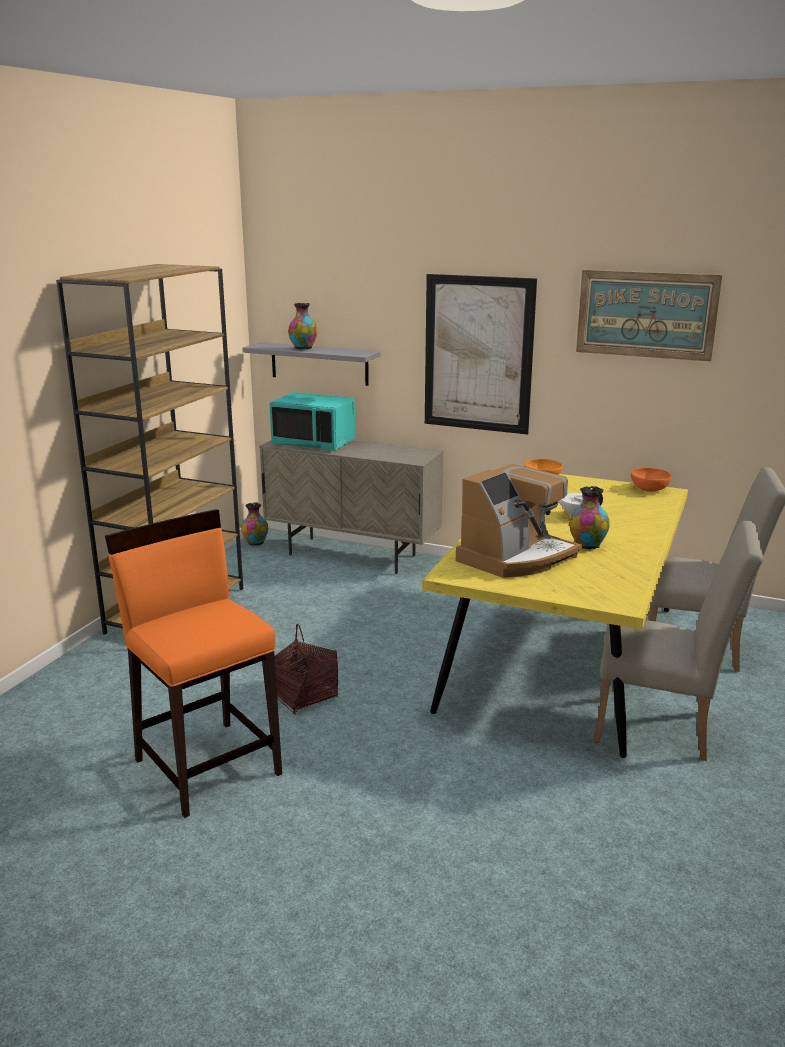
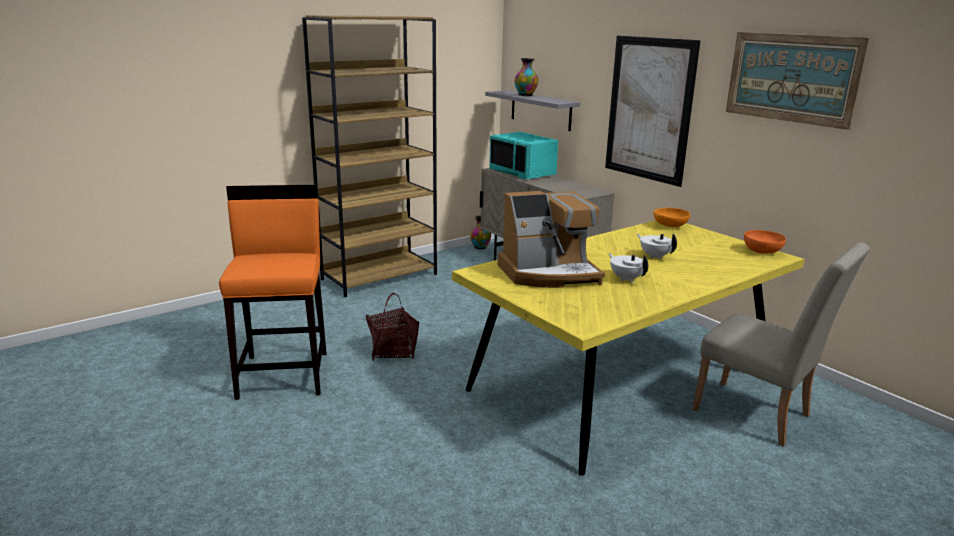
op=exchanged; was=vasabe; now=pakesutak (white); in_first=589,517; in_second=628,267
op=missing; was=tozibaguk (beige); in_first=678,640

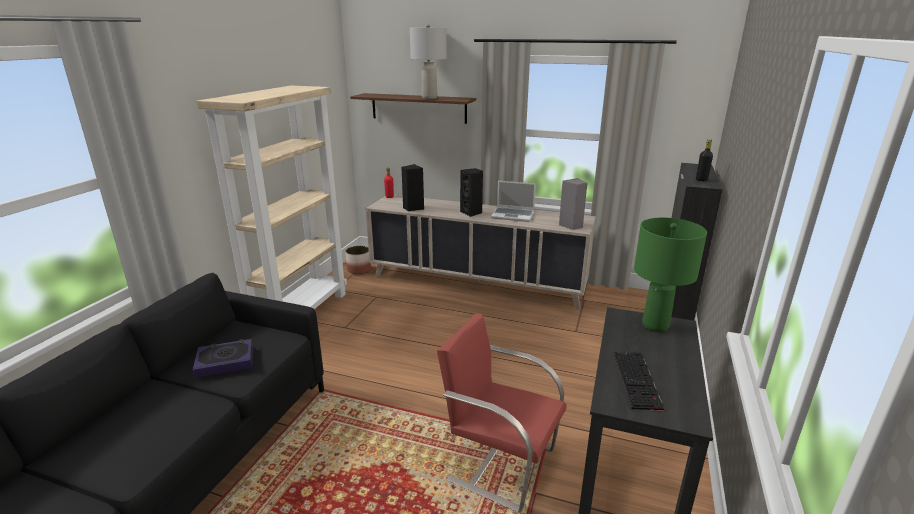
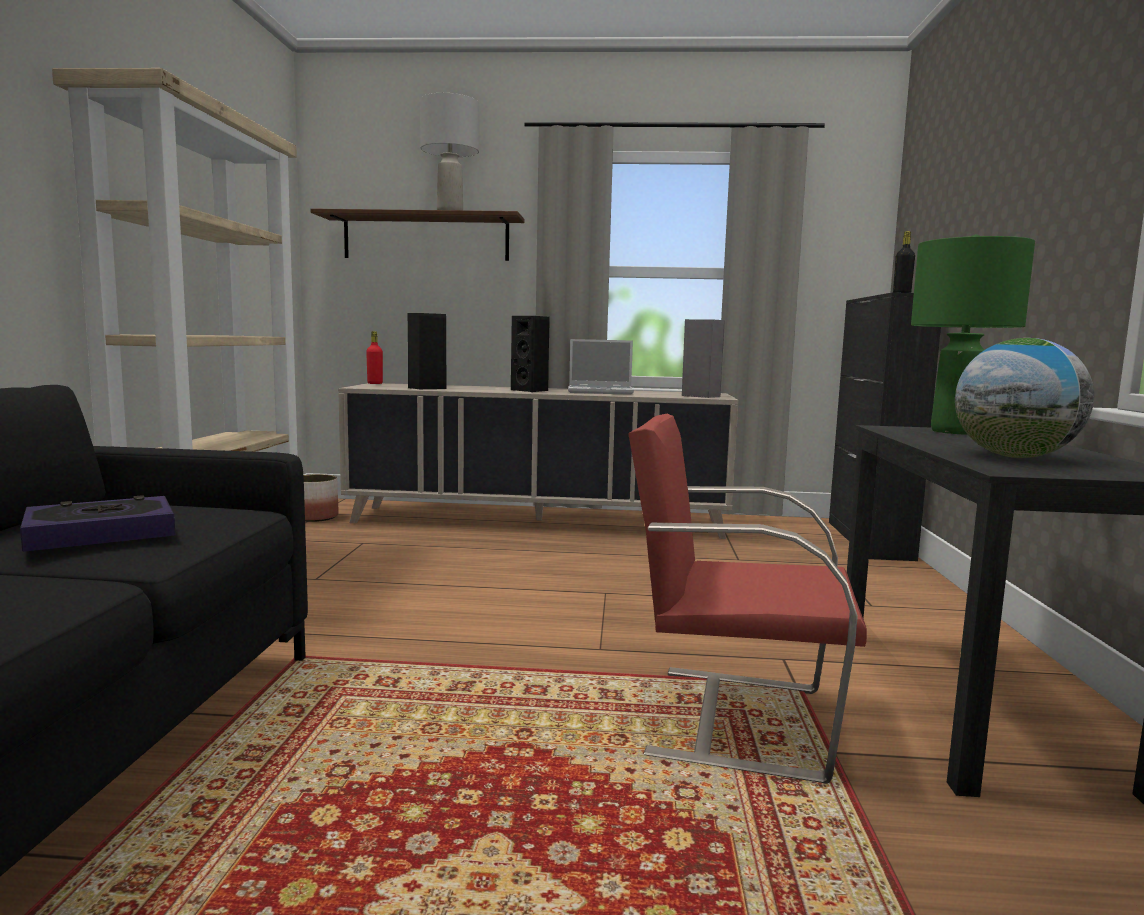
op=exchanged; was=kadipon; now=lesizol; in_first=638,381; in_second=1024,398

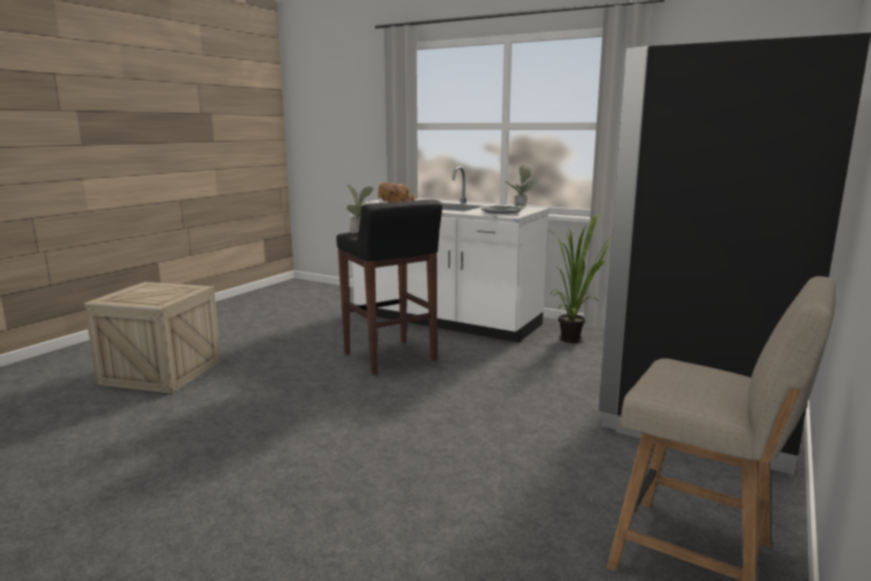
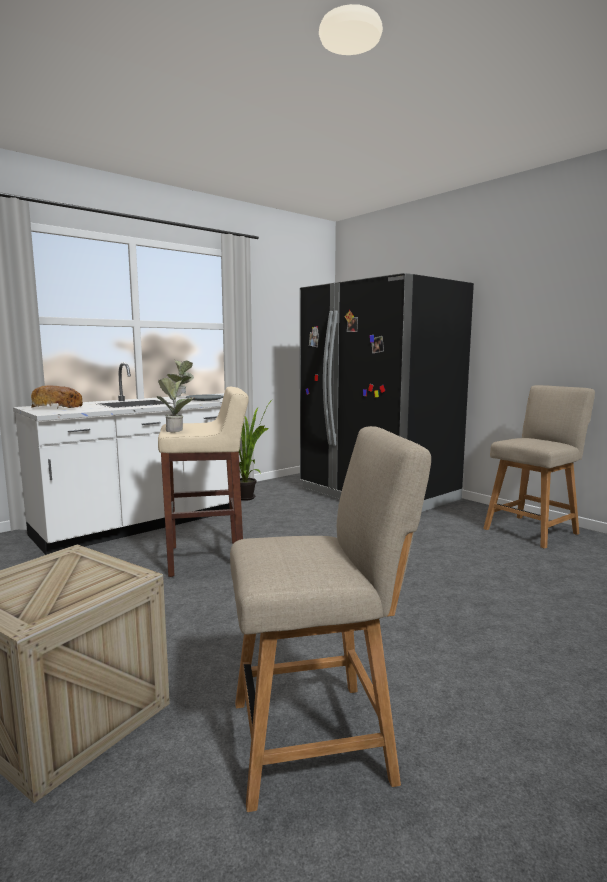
op=colour; was=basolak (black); now=basolak (beige); in_first=390,287; in_second=203,482
op=appeared; now=tozibaguk (beige); in_second=330,619

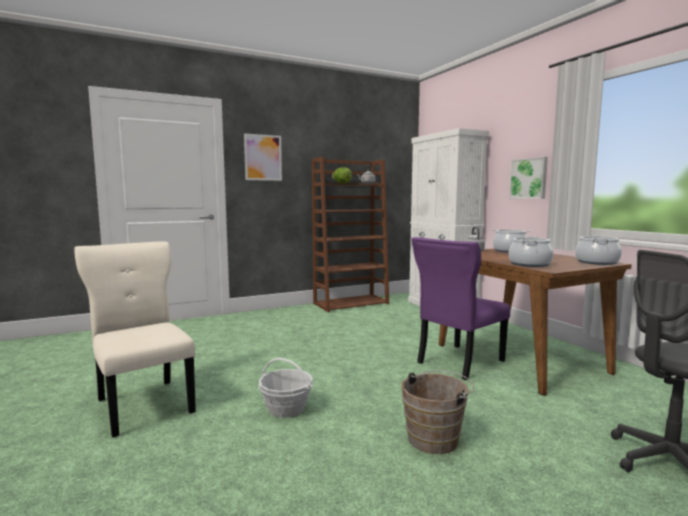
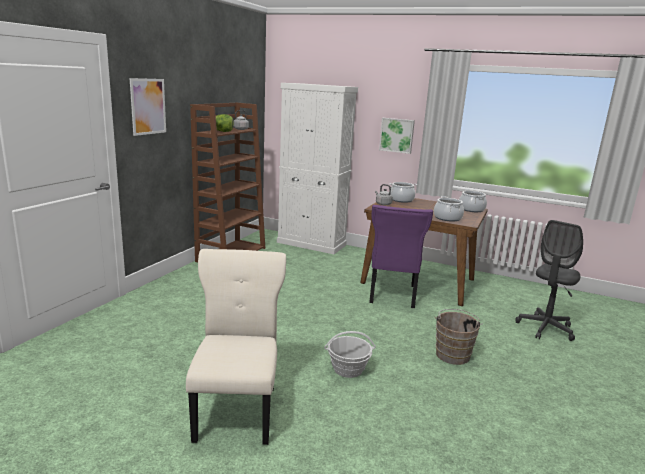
op=spun; was=tozibaguk (beige); in_first=135,340; in_second=236,347; clockwise=75

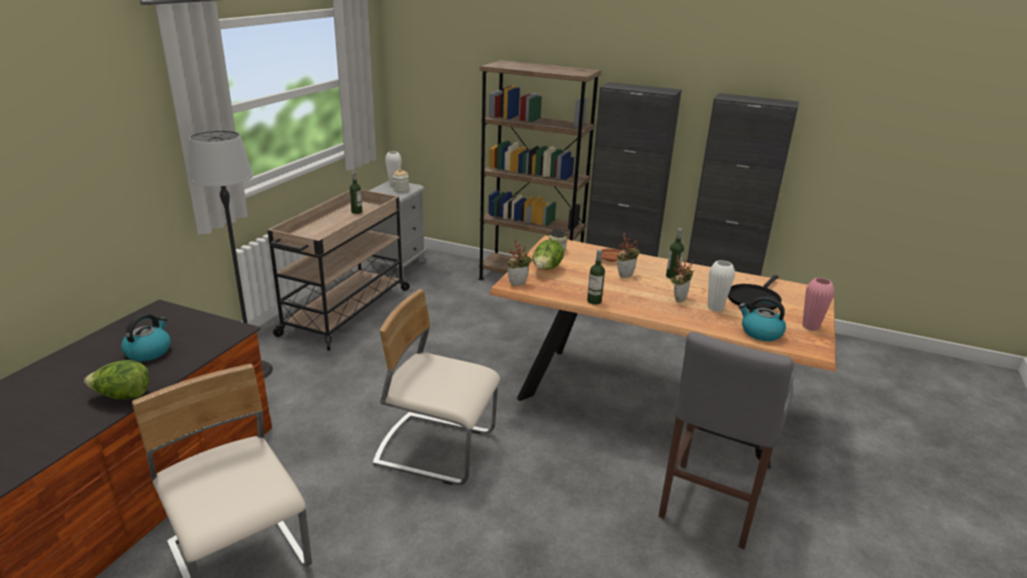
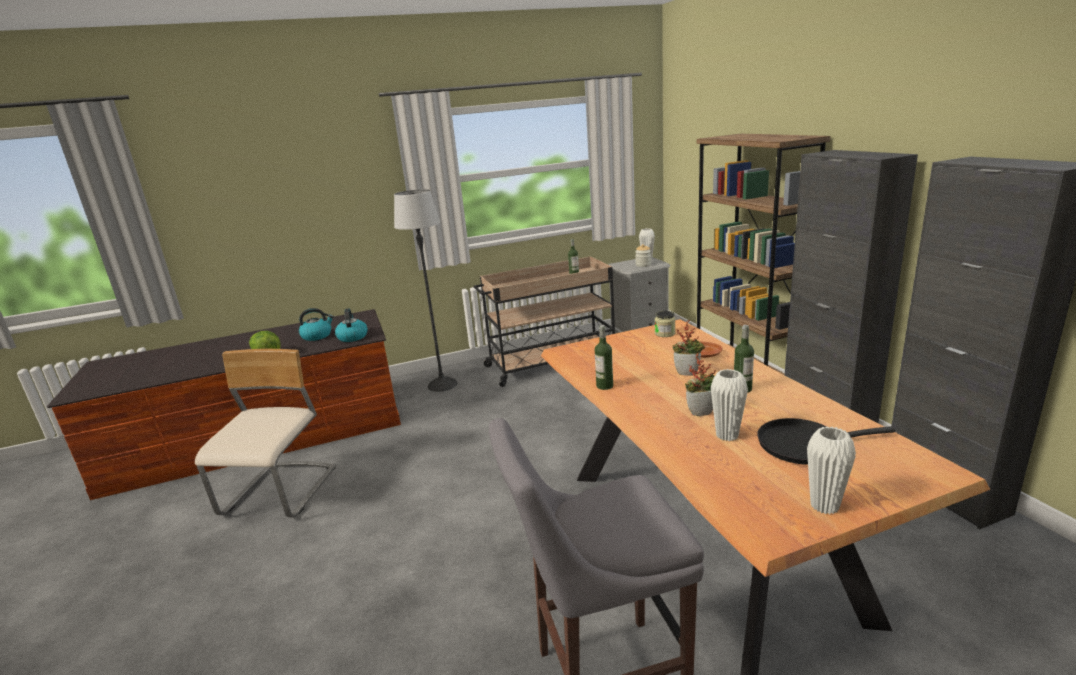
op=missing; was=tozibaguk (beige); in_first=436,387
op=missing; was=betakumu; in_first=519,262
op=missing; was=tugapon; in_first=548,254
op=relocated; was=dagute; in_first=762,318; in_second=351,325
op=colour; was=vasabe (pink); now=vasabe (white); in_first=818,304; in_second=831,470

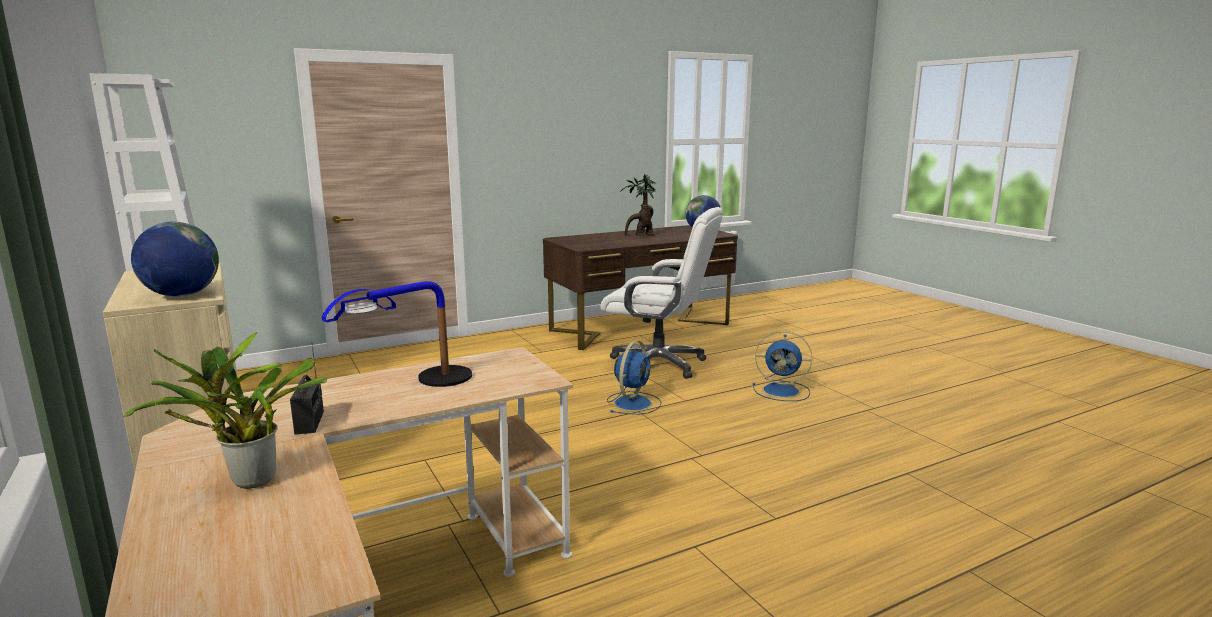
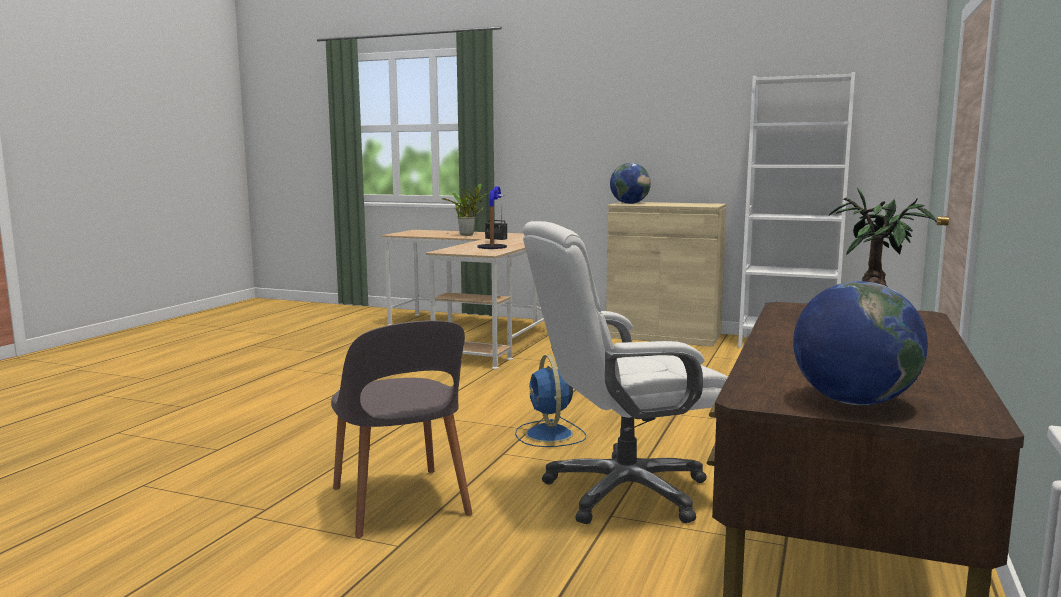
op=exchanged; was=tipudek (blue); now=tozibaguk (grey); in_first=782,366; in_second=401,429

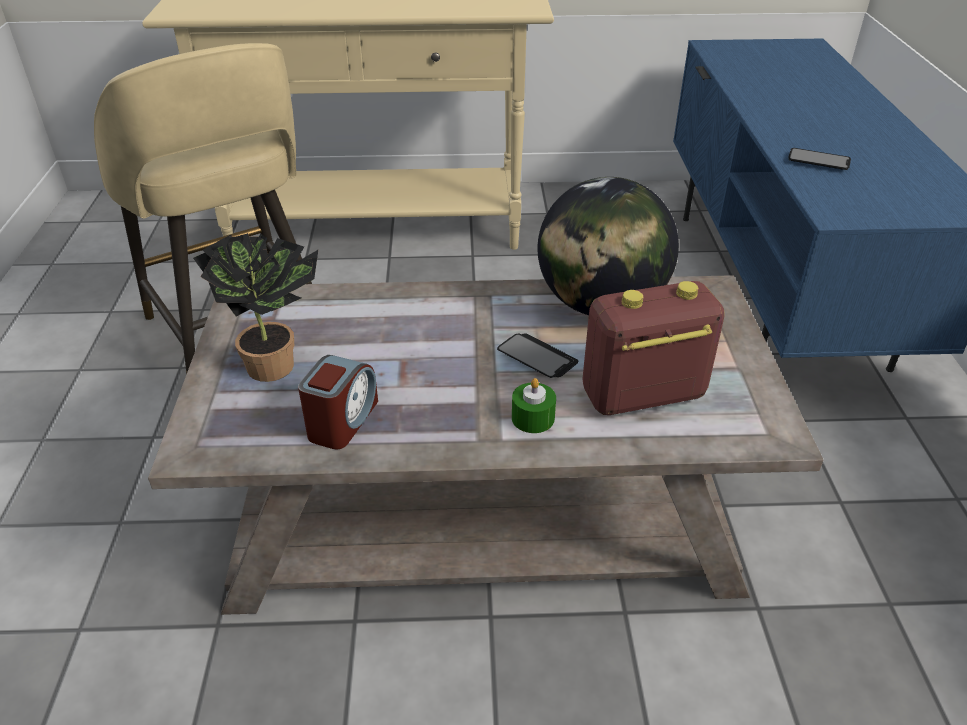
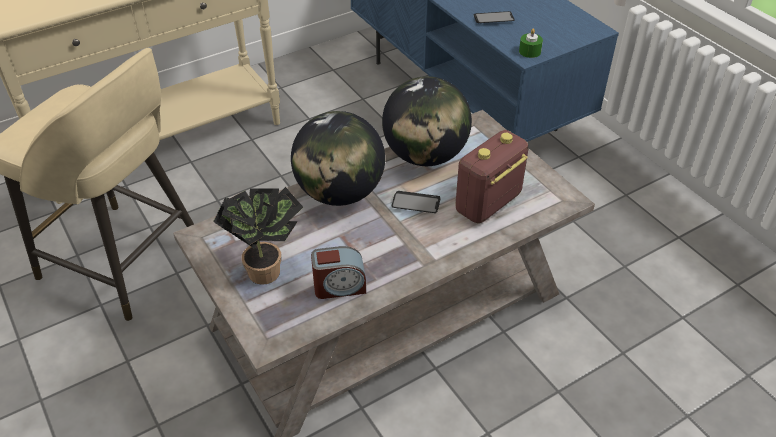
op=spun; was=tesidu; in_first=338,402; in_second=338,272; clockwise=90
op=relocated; was=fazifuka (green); in_first=534,405; in_second=531,43
op=appeared; now=lesizol; in_second=338,158

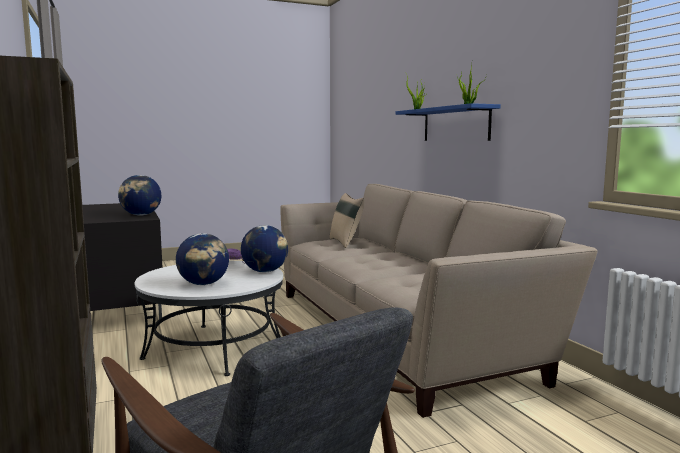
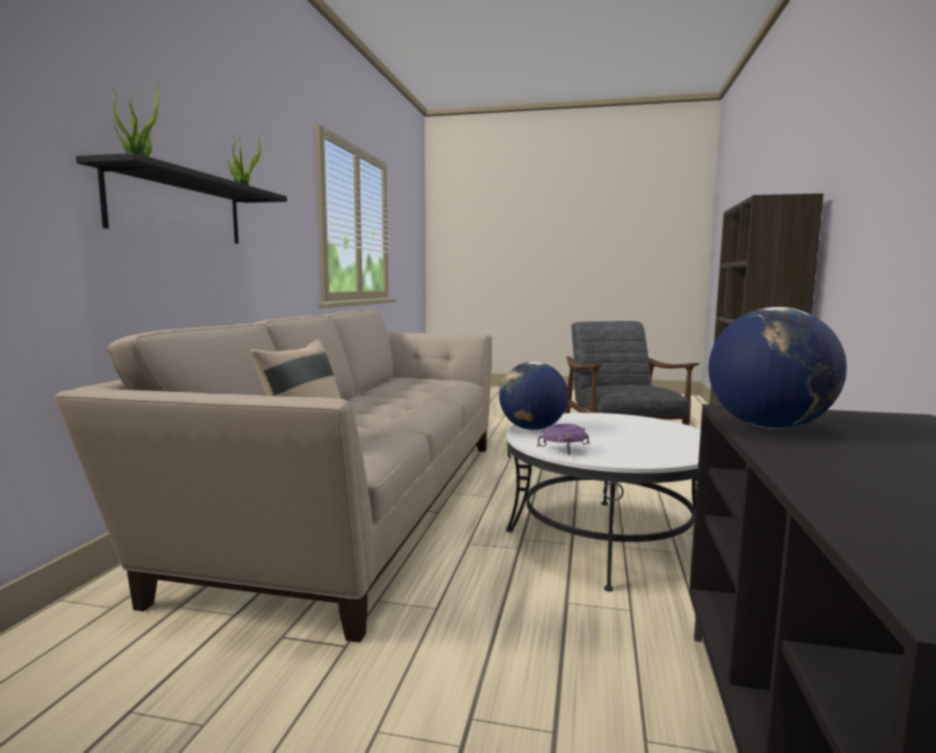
op=missing; was=lesizol; in_first=202,259
op=colour; was=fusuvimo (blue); now=fusuvimo (black); in_first=448,122; in_second=181,198

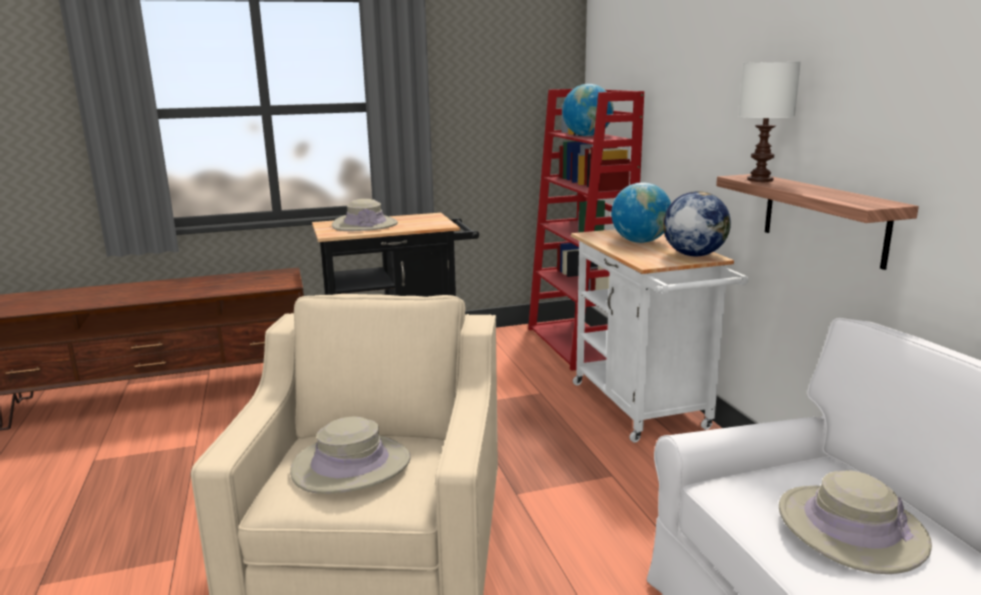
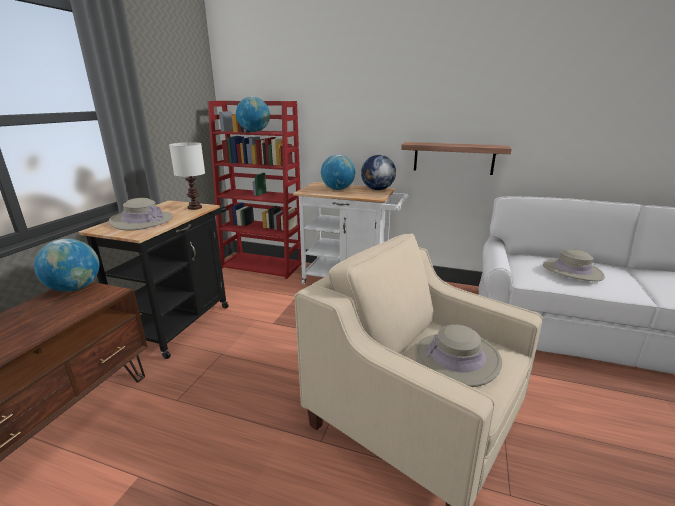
op=relocated; was=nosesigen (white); in_first=770,122; in_second=187,176
op=appeared; now=lesizol; in_second=66,265

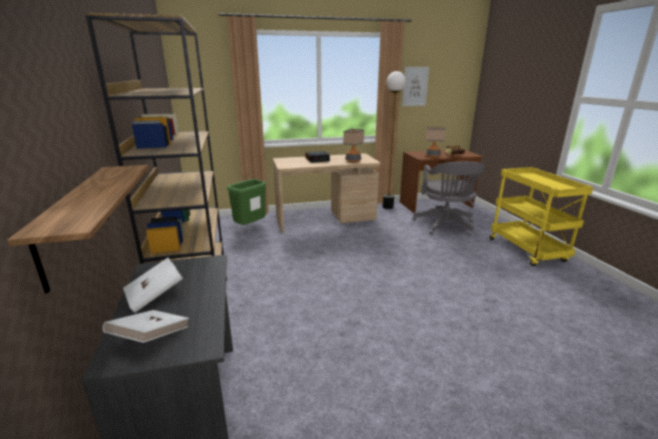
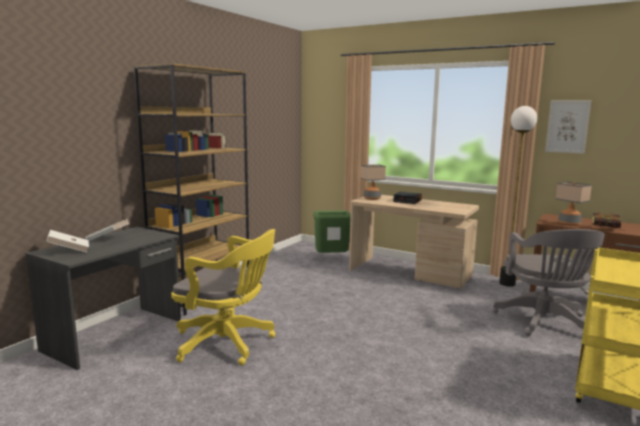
op=missing; was=fusuvimo; in_first=78,229
op=relocated; was=nosesigen; in_first=353,146; in_second=373,182
op=spun; was=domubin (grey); in_first=448,198; in_second=548,282; clockwise=-45
op=appeared; now=domubin (yellow); in_second=223,297

